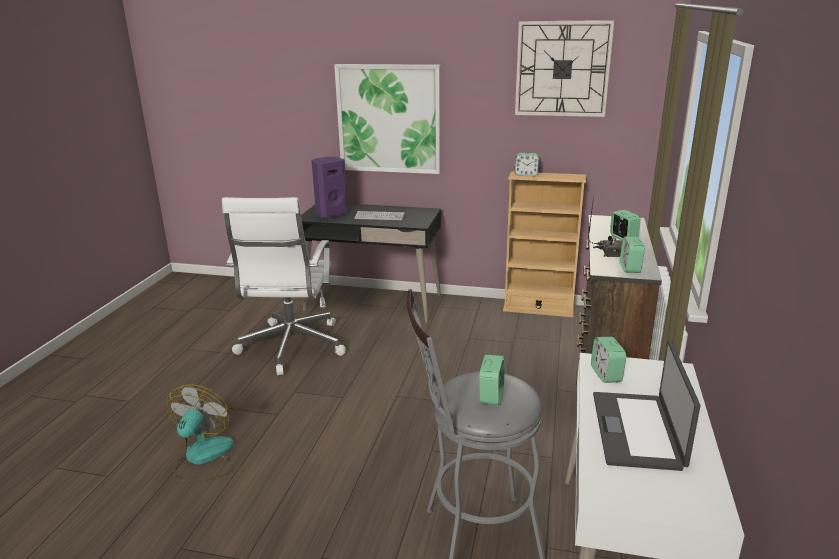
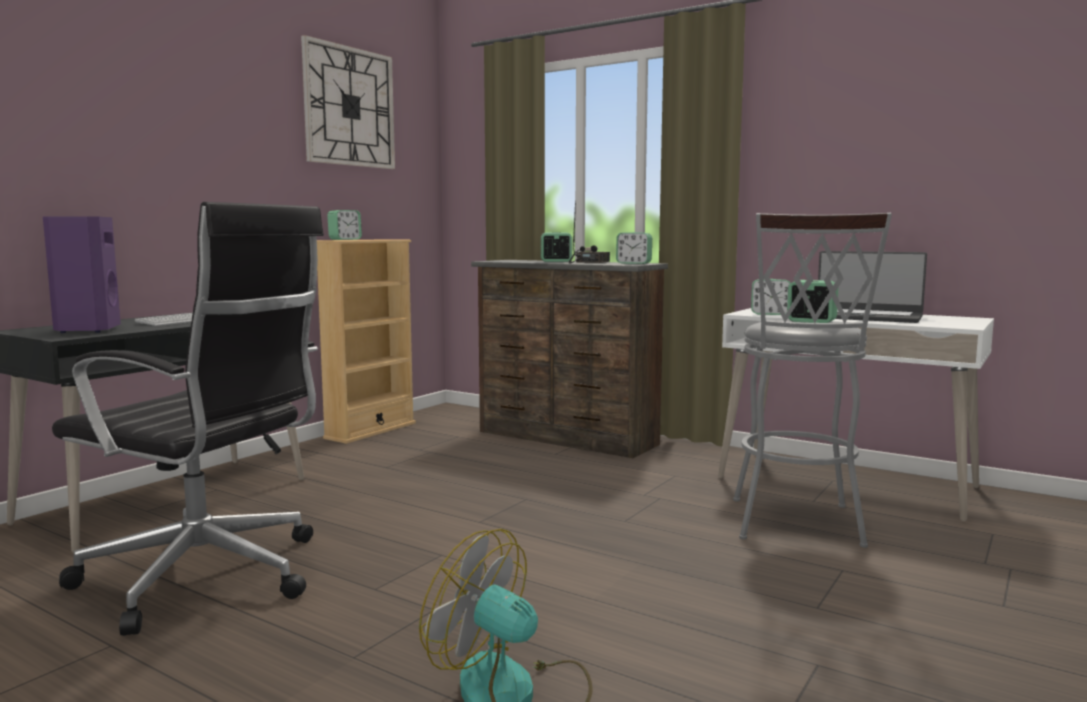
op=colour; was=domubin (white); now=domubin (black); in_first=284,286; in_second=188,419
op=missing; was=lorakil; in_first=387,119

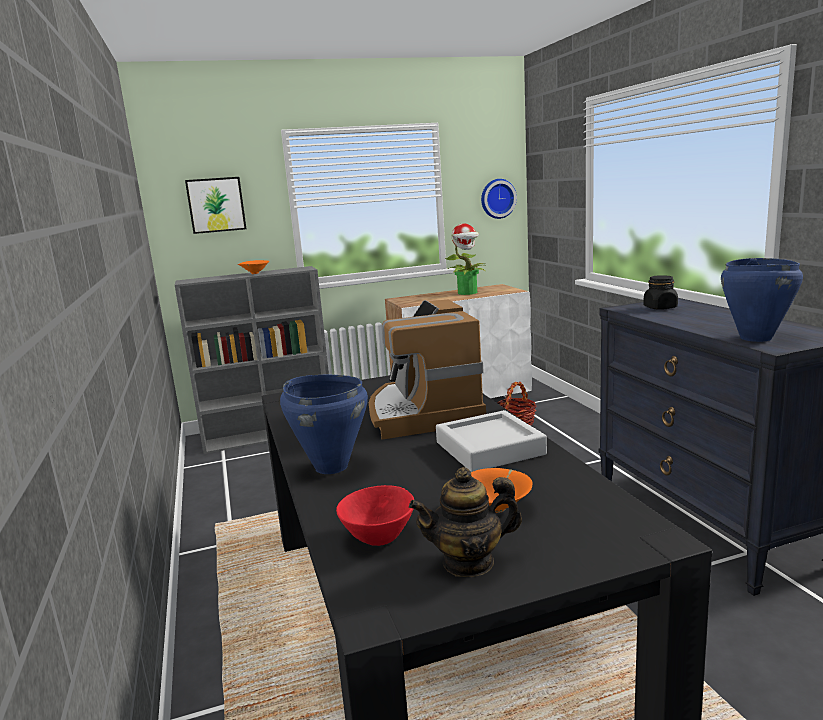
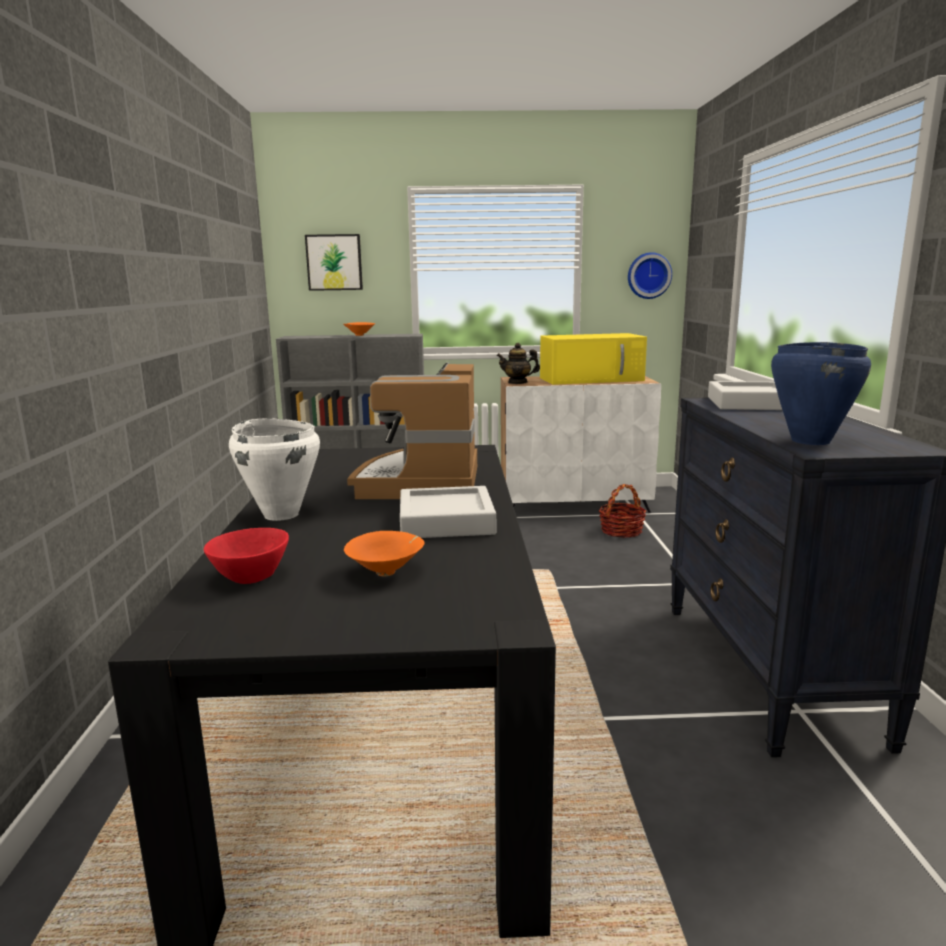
op=colour; was=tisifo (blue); now=tisifo (white); in_first=324,424; in_second=274,470
op=relocated; was=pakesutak; in_first=465,522; in_second=518,363
op=exchanged; was=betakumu; now=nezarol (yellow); in_first=466,259; in_second=593,359
op=exchanged; was=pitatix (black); now=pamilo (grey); in_first=660,292; in_second=745,395

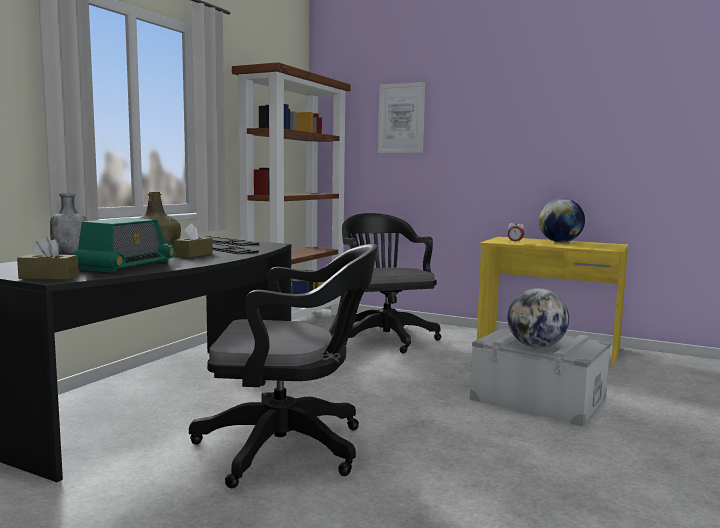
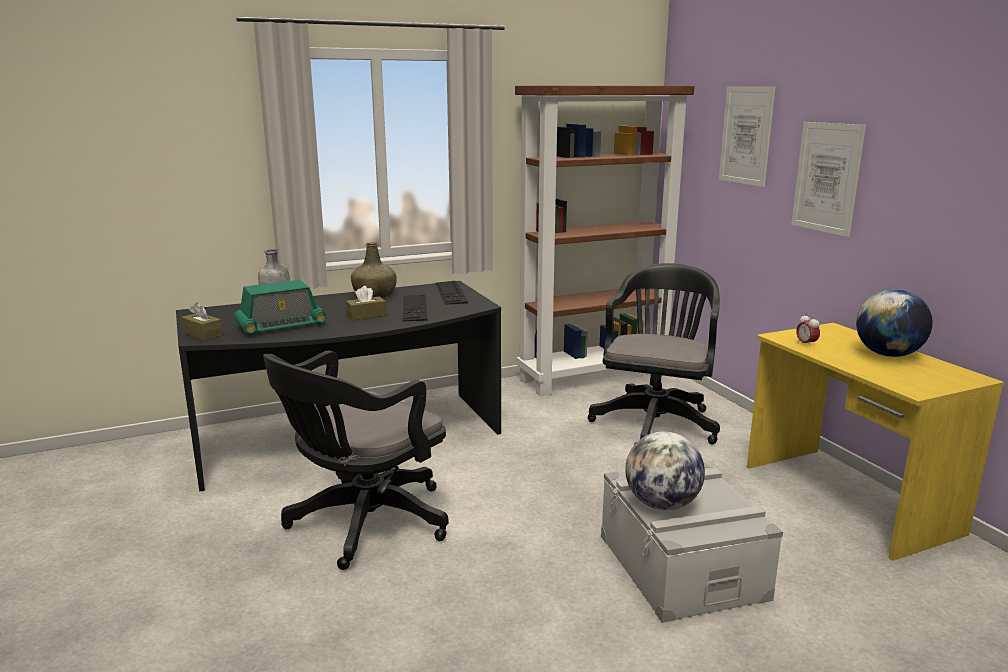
op=spun; was=domubin (black); in_first=283,366; in_second=356,460; clockwise=90
op=appeared; now=lorakil; in_second=828,179

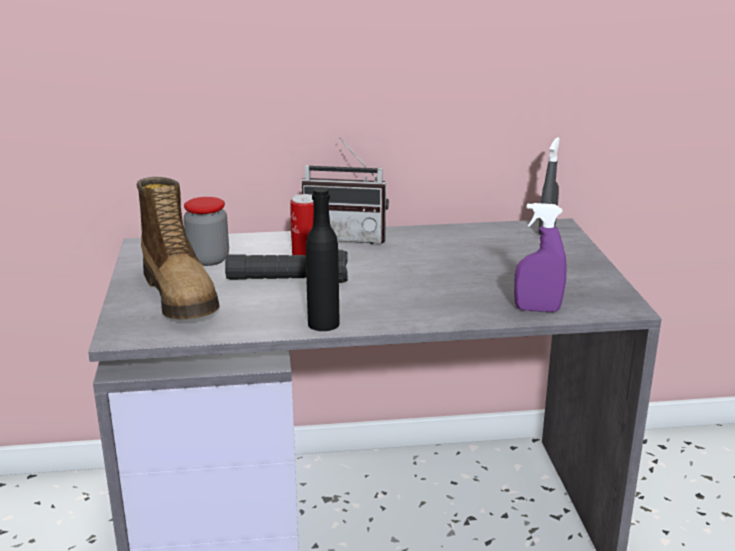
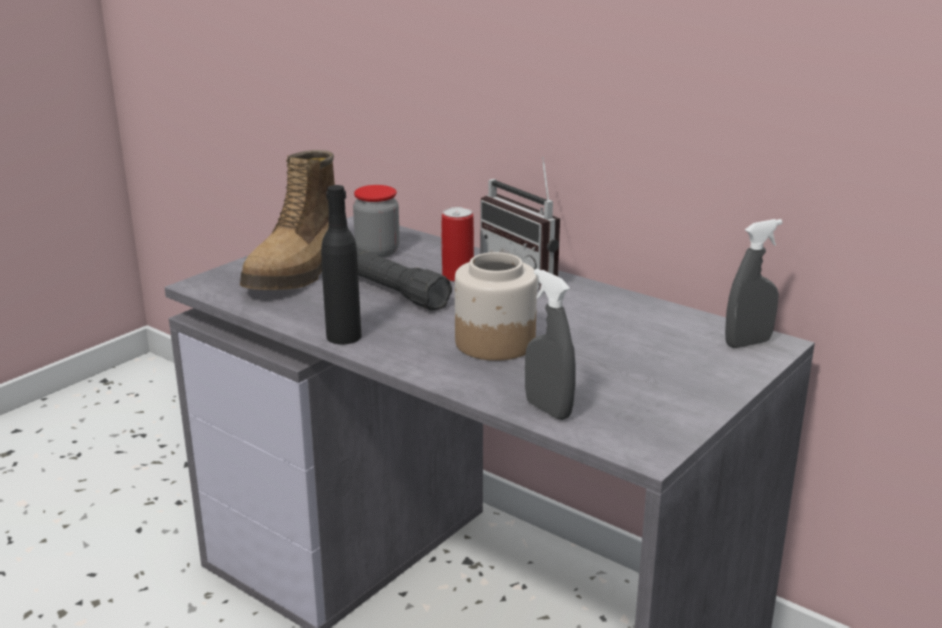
op=colour; was=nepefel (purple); now=nepefel (grey); in_first=540,257; in_second=550,344
op=appeared; now=pitatix; in_second=496,306

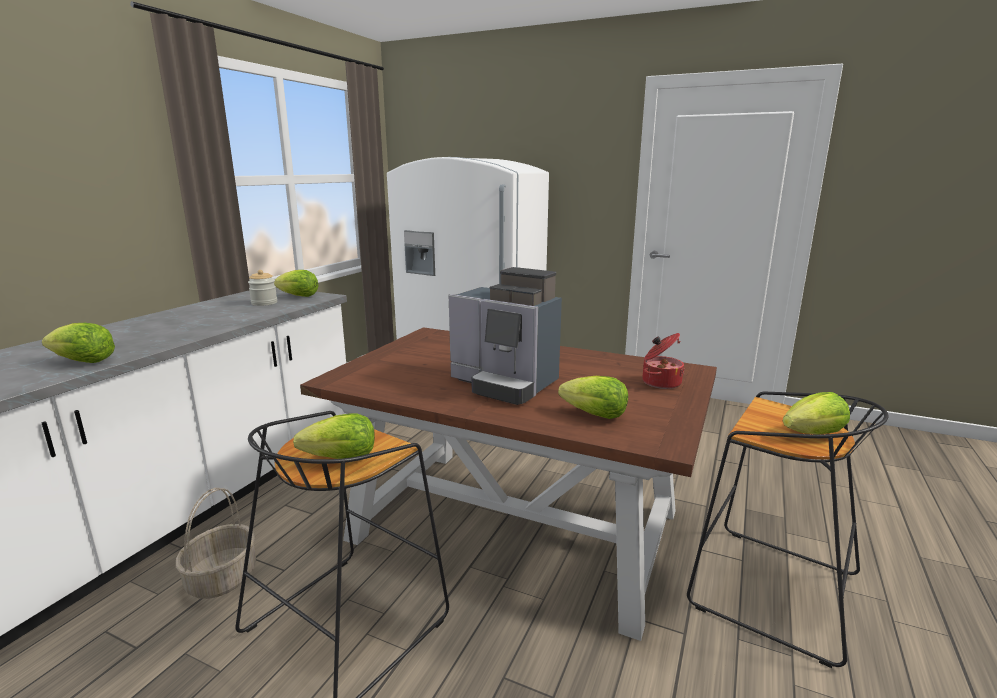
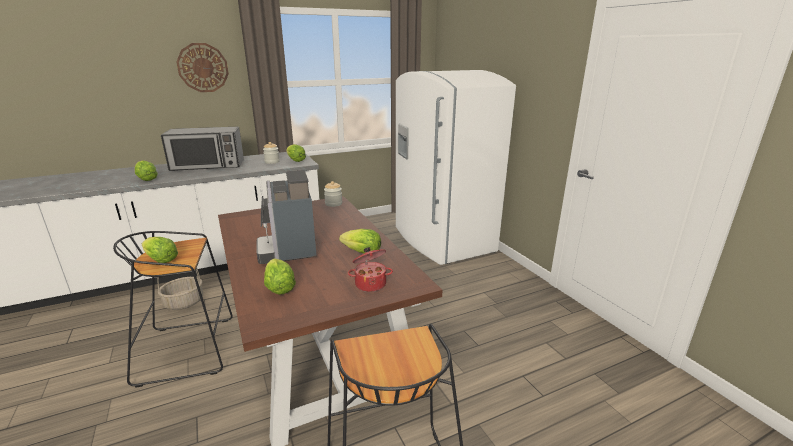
op=relocated; was=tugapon; in_first=816,413; in_second=360,241
op=appeared; now=nezarol; in_second=202,149
op=appeared; now=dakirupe; in_second=202,67
op=appeared; now=pitatix; in_second=333,194

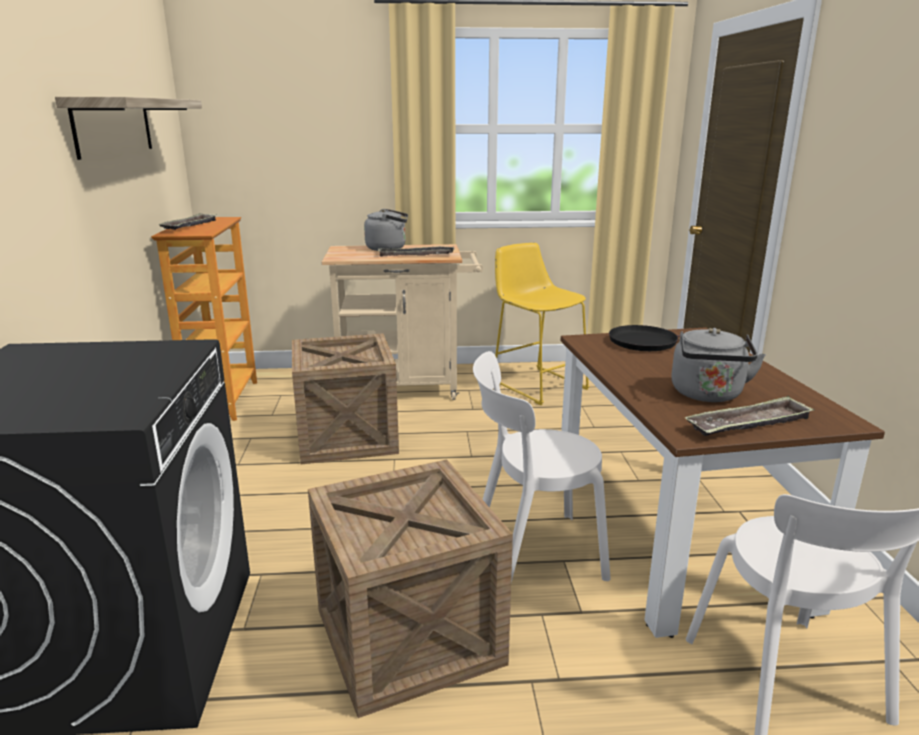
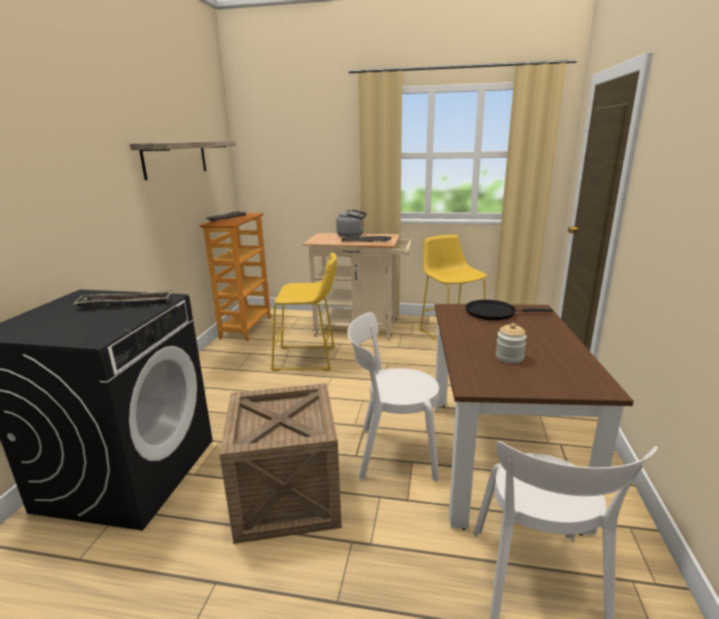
op=exchanged; was=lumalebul; now=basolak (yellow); in_first=345,398; in_second=304,311
op=exchanged; was=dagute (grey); now=pitatix; in_first=718,365; in_second=511,343
op=relocated; was=pamilo; in_first=749,416; in_second=122,298

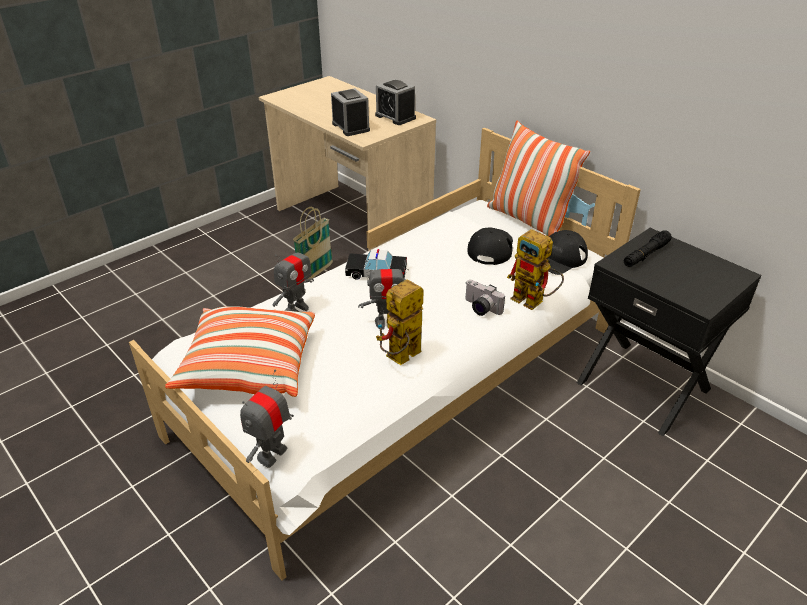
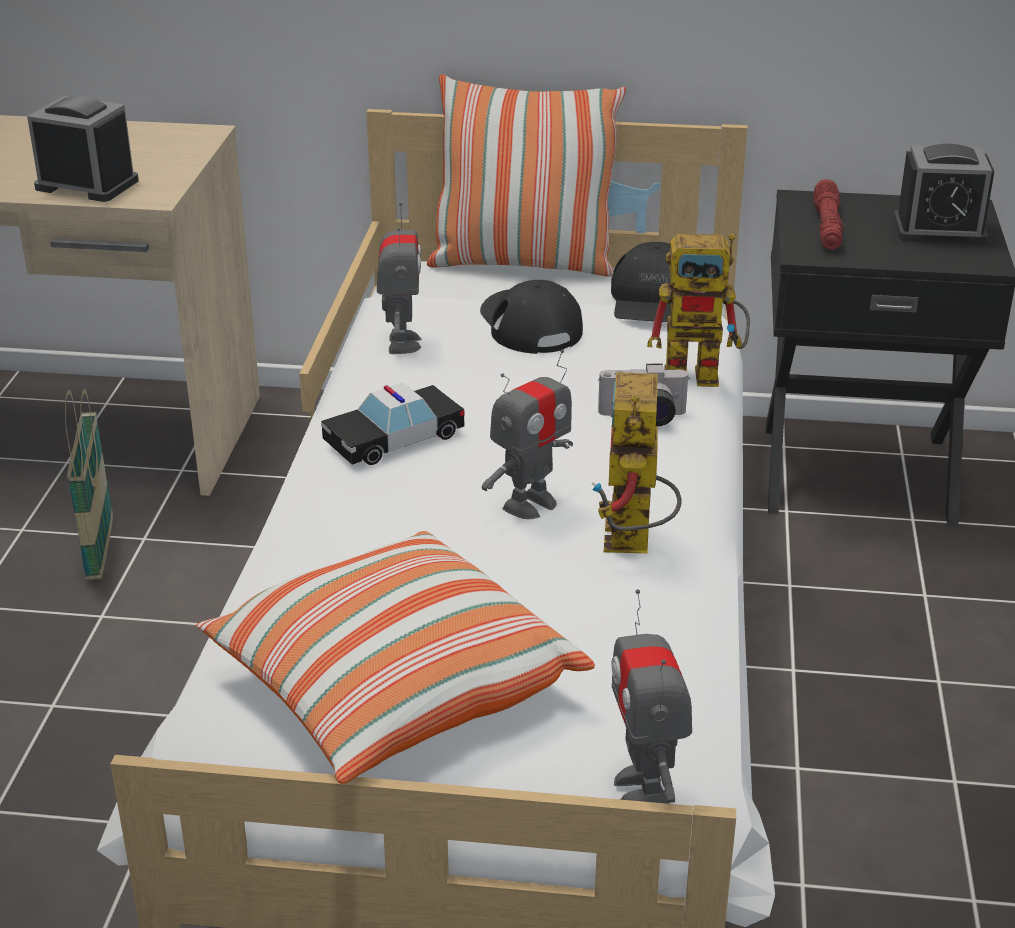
op=relocated; was=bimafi; in_first=293,276; in_second=399,278
op=relocated; was=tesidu; in_first=395,102; in_second=944,194
op=colour; was=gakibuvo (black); now=gakibuvo (red); in_first=648,248; in_second=828,214

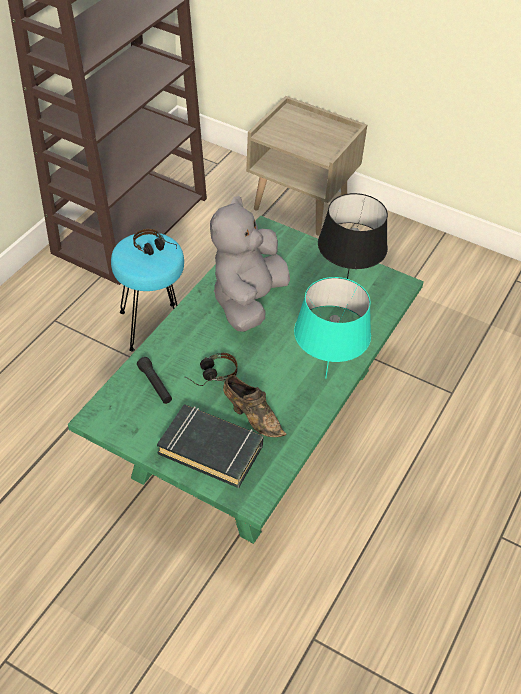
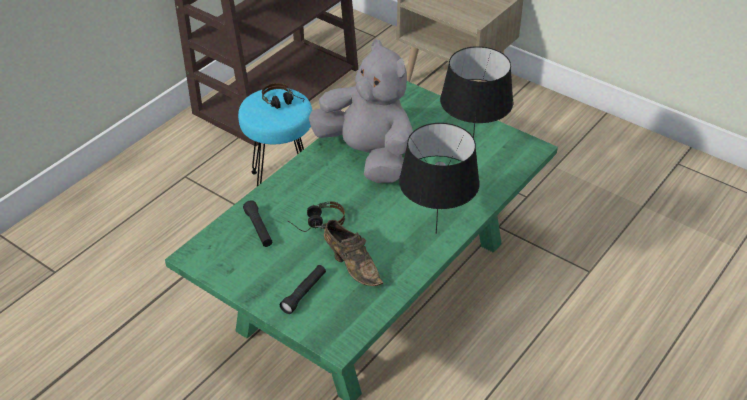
op=exchanged; was=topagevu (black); now=gakibuvo (black); in_first=210,446; in_second=303,289
op=spun; was=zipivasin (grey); in_first=250,264; in_second=361,111; clockwise=105
op=colour; was=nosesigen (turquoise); now=nosesigen (black); in_first=332,328; in_second=439,178

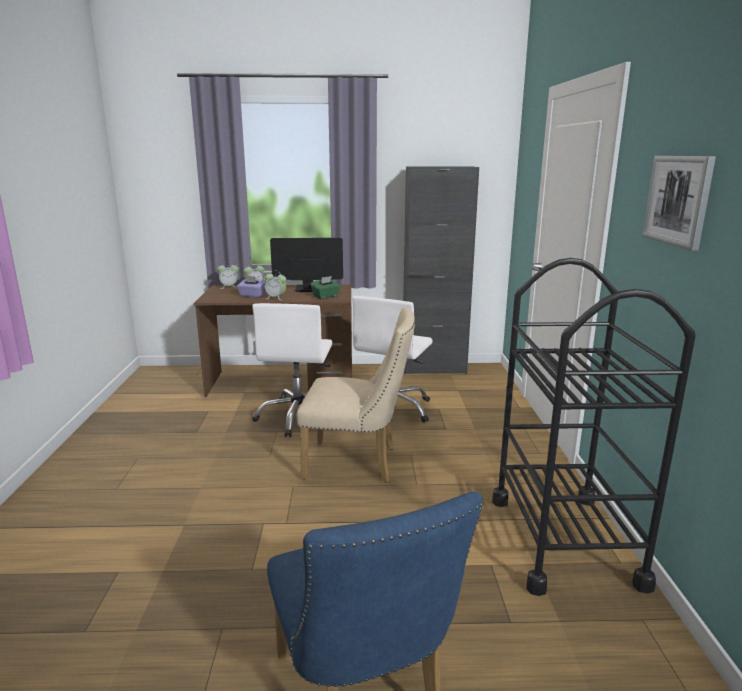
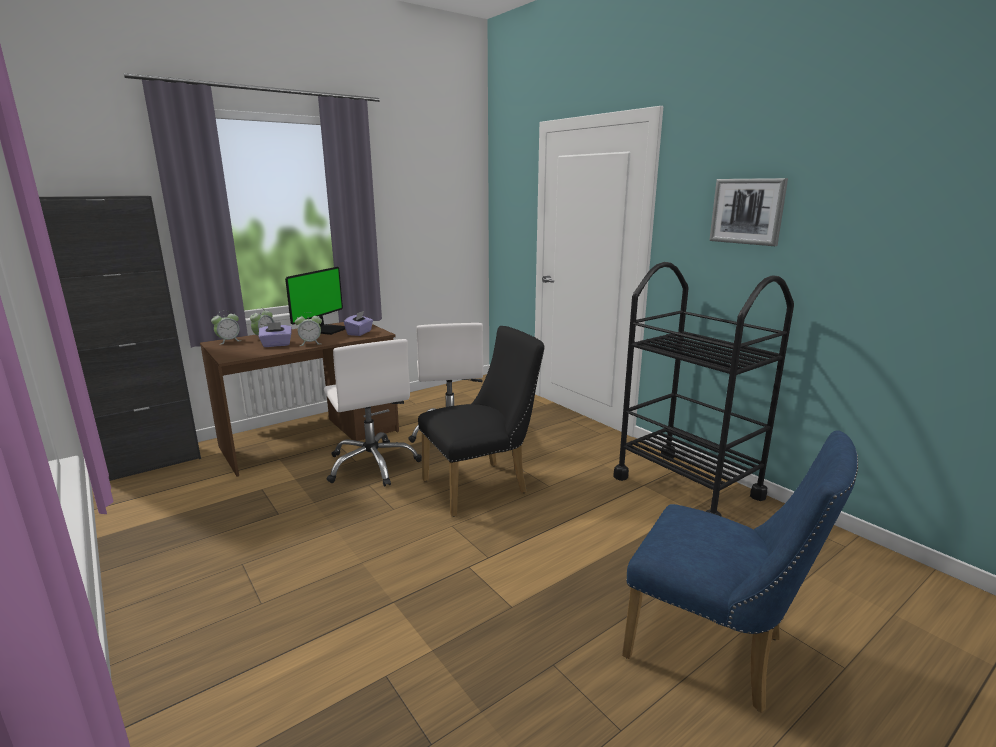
op=spun; was=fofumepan; in_first=306,265; in_second=315,301; clockwise=150
op=colour; was=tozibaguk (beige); now=tozibaguk (black); in_first=356,394; in_second=481,421
op=colour; was=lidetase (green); now=lidetase (purple); in_first=325,287; in_second=358,323
op=relocated; was=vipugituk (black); in_first=441,270; in_second=120,338

